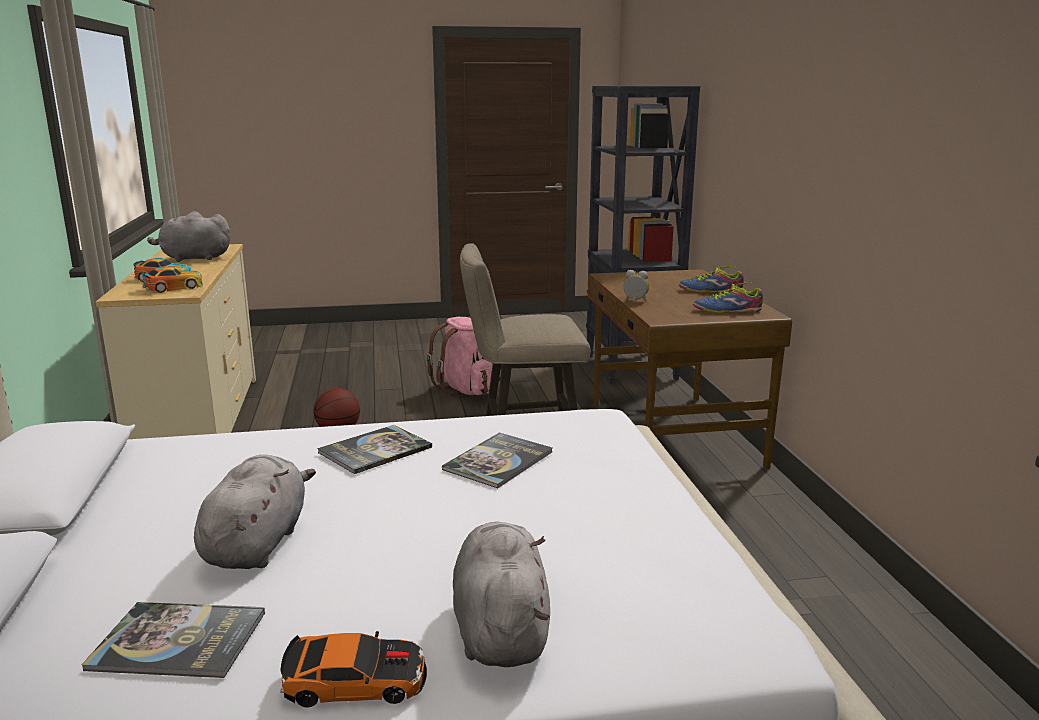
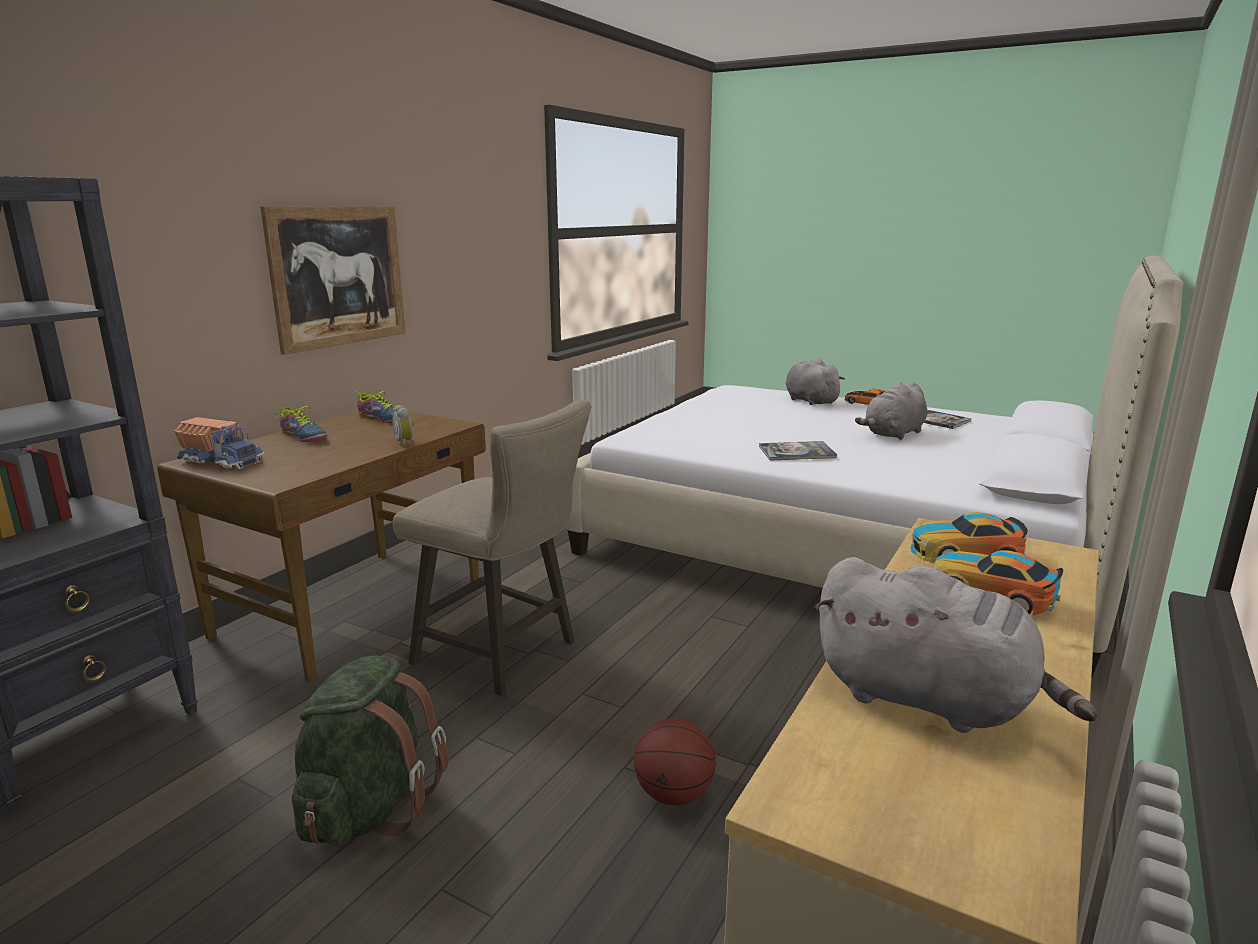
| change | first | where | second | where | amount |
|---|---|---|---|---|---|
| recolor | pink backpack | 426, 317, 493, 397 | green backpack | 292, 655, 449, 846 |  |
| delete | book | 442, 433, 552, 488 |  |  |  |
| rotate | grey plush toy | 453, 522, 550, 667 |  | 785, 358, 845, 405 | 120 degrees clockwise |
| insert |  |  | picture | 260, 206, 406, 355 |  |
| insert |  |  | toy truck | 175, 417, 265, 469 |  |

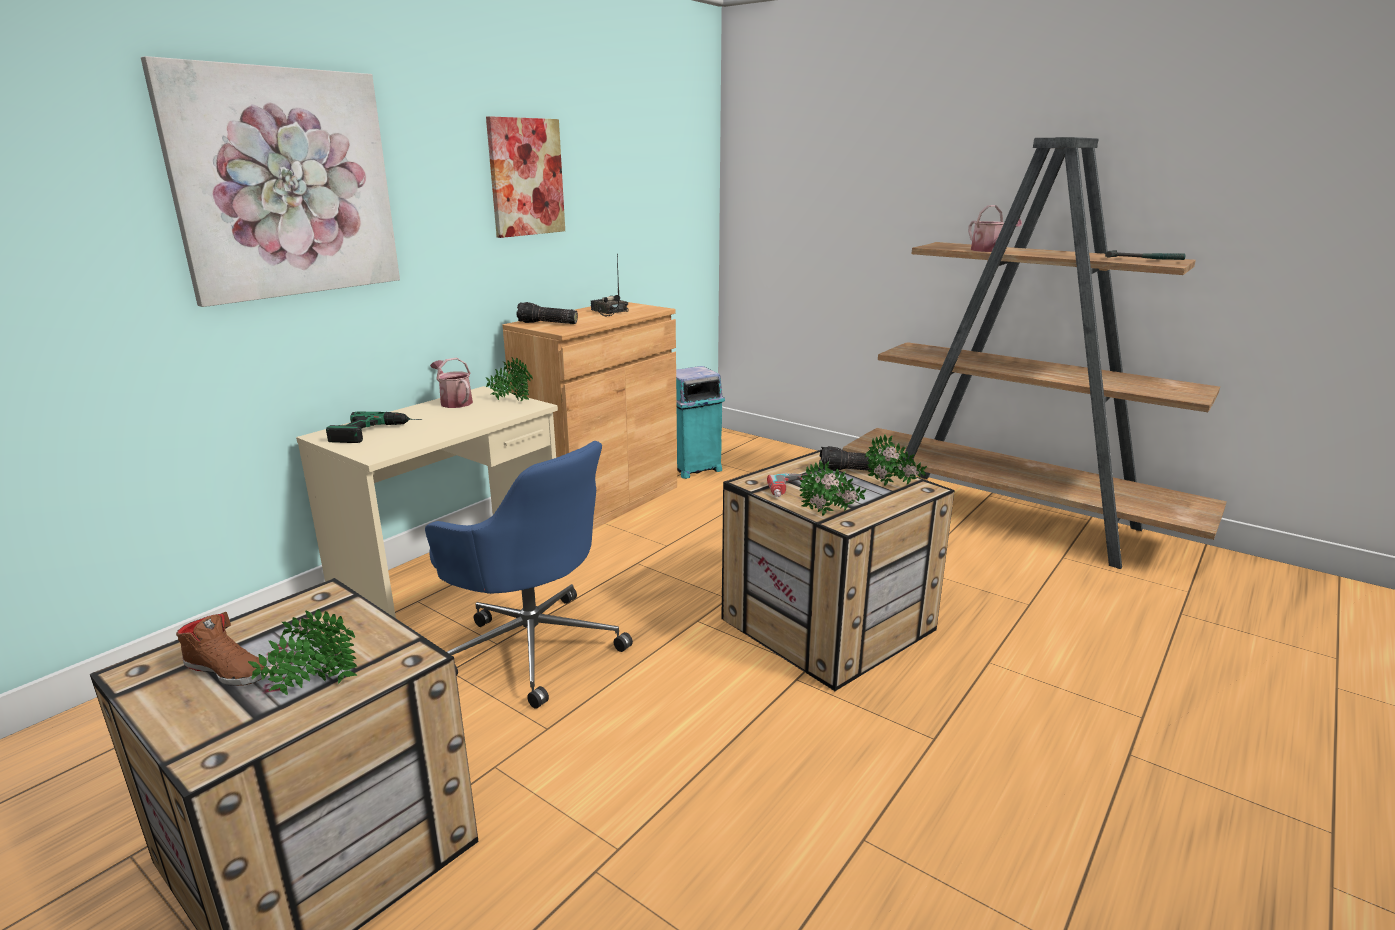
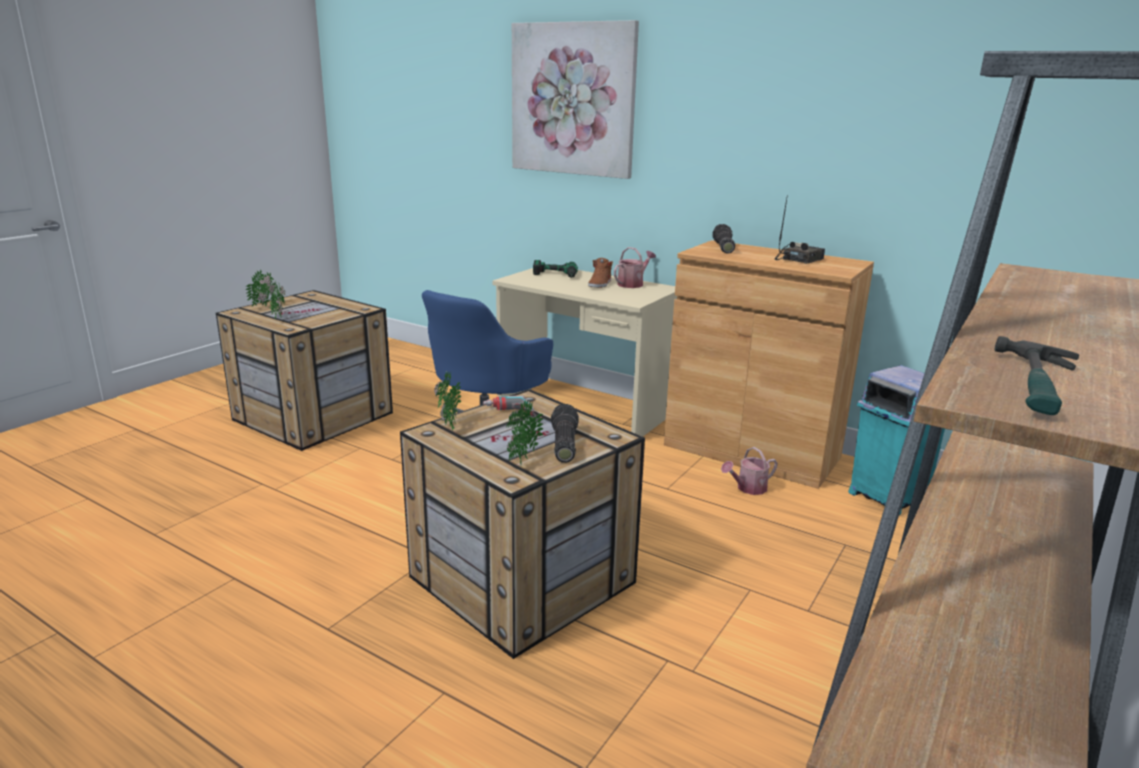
| change | first | where | second | where | amount |
|---|---|---|---|---|---|
| delete | picture | 486, 116, 565, 238 |  |  |  |
| move | watering can | 968, 205, 1022, 252 |  | 721, 447, 778, 495 |  |
| move | potted plant | 486, 357, 533, 402 |  | 246, 269, 276, 307 |  |
| move | brown shoe | 176, 612, 266, 686 |  | 588, 258, 613, 288 |  |

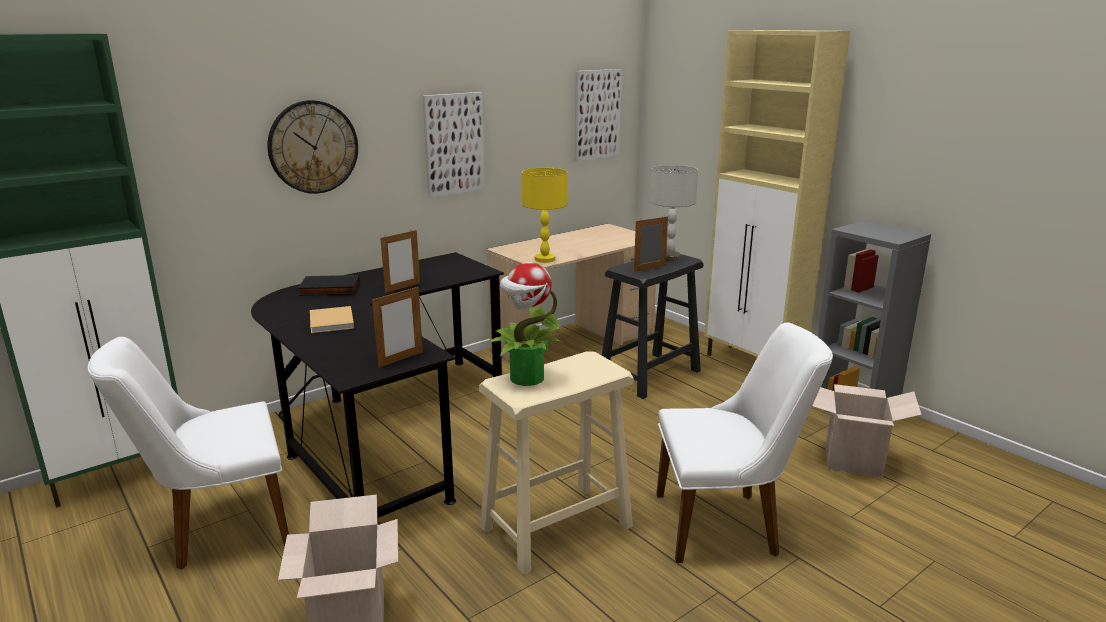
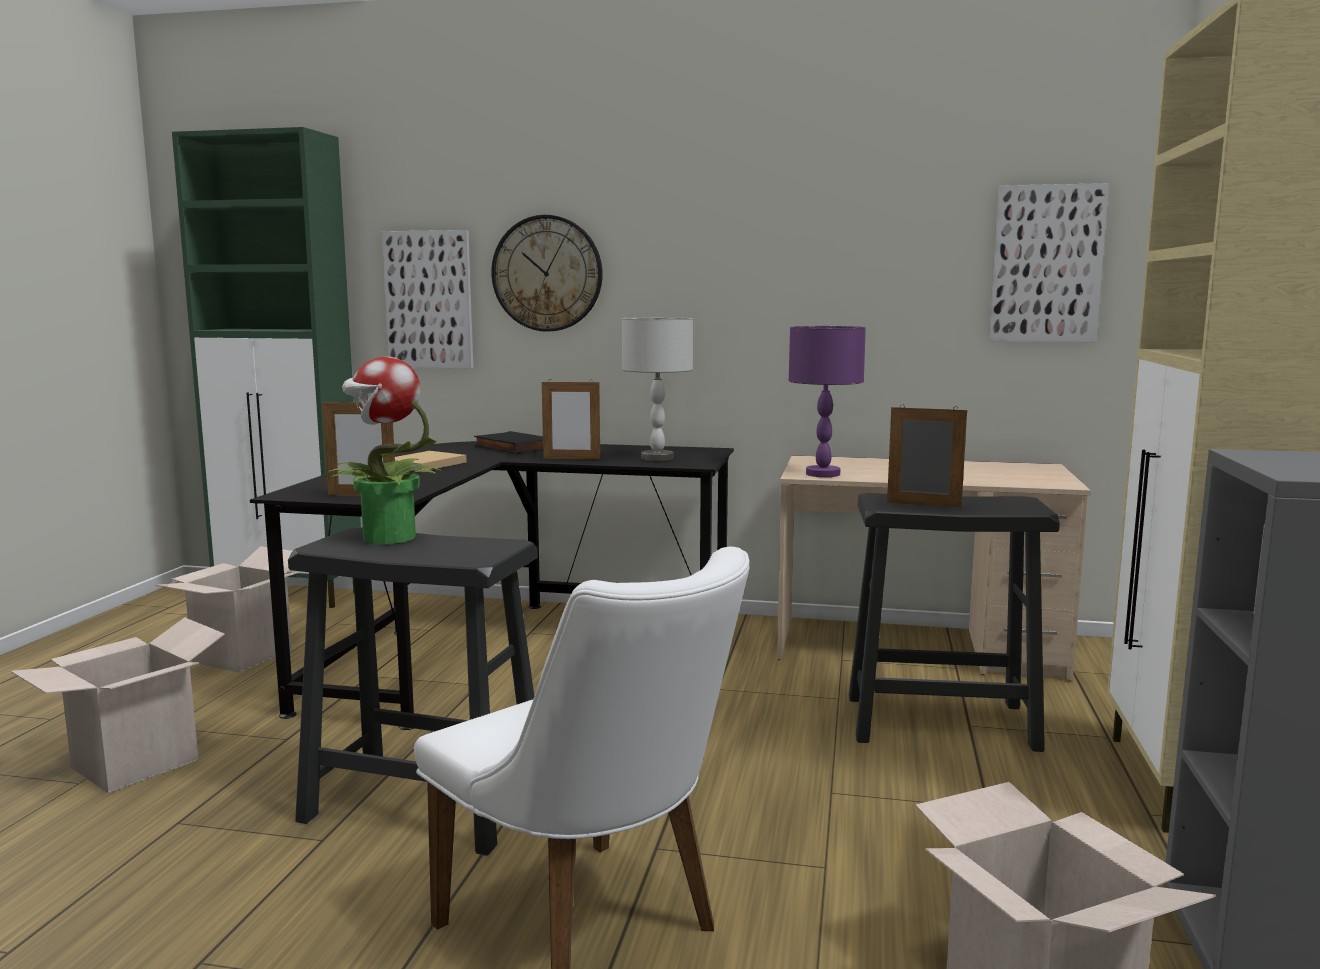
| change | first | where | second | where | amount |
|---|---|---|---|---|---|
| move | picture | 422, 92, 485, 198 |  | 382, 230, 473, 369 |  |
| move | grey table lamp | 650, 165, 698, 261 |  | 622, 317, 693, 461 |  |
| recolor | yellow table lamp | 522, 168, 568, 263 | purple table lamp | 788, 326, 866, 477 |  |
| replace | white chair | 88, 337, 289, 569 | cardboard box | 155, 546, 300, 673 |  |
| recolor | beige stool | 479, 351, 633, 574 | black stool | 288, 528, 538, 856 |  |

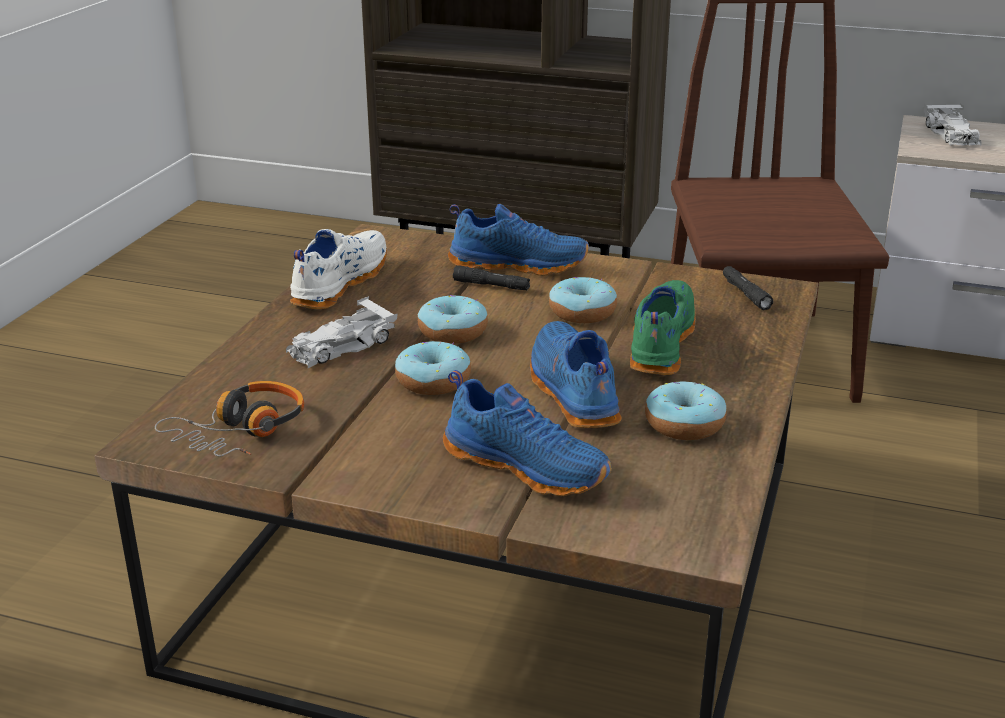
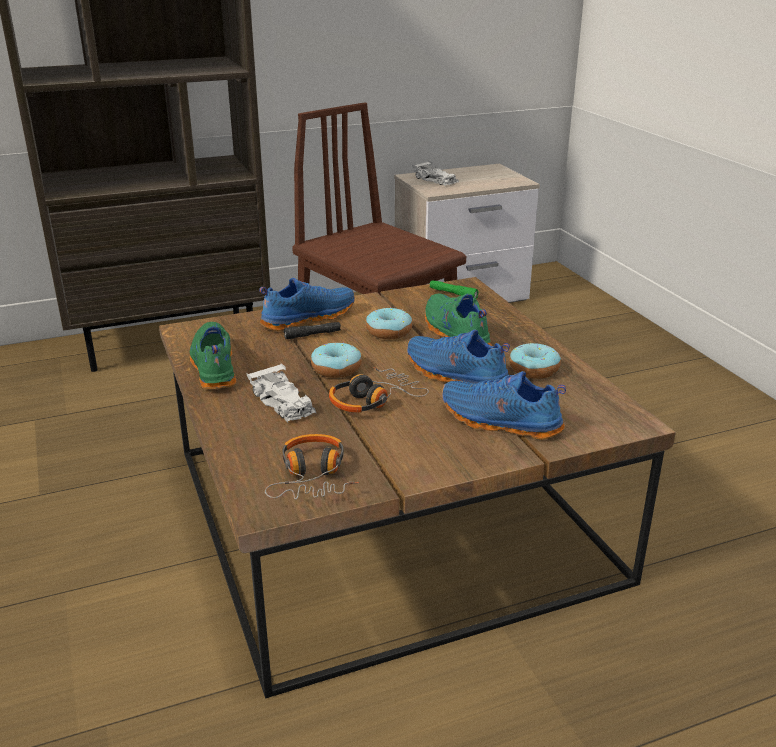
| change | first | where | second | where | amount |
|---|---|---|---|---|---|
| recolor | white shoe | 290, 229, 387, 309 | green shoe | 190, 322, 236, 389 |  |
| recolor | black flashlight | 723, 266, 773, 310 | green flashlight | 430, 280, 479, 299 |  |
| rotate | white toy car | 286, 296, 398, 368 |  | 246, 362, 316, 423 | 45 degrees counterclockwise |
| replace | donut | 395, 341, 471, 395 | headphones | 329, 367, 429, 413 |  |
| rotate | blue shoe | 443, 370, 612, 496 |  | 442, 371, 566, 440 | 150 degrees counterclockwise |

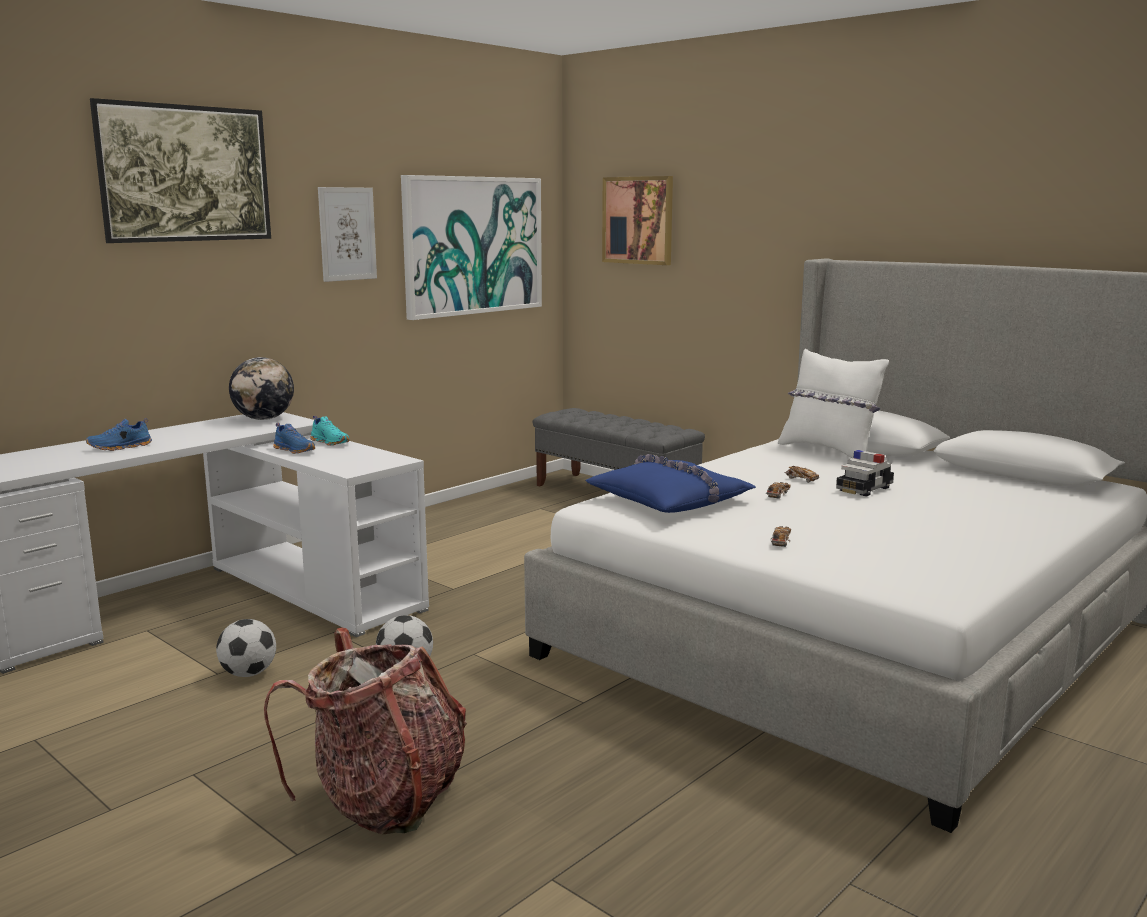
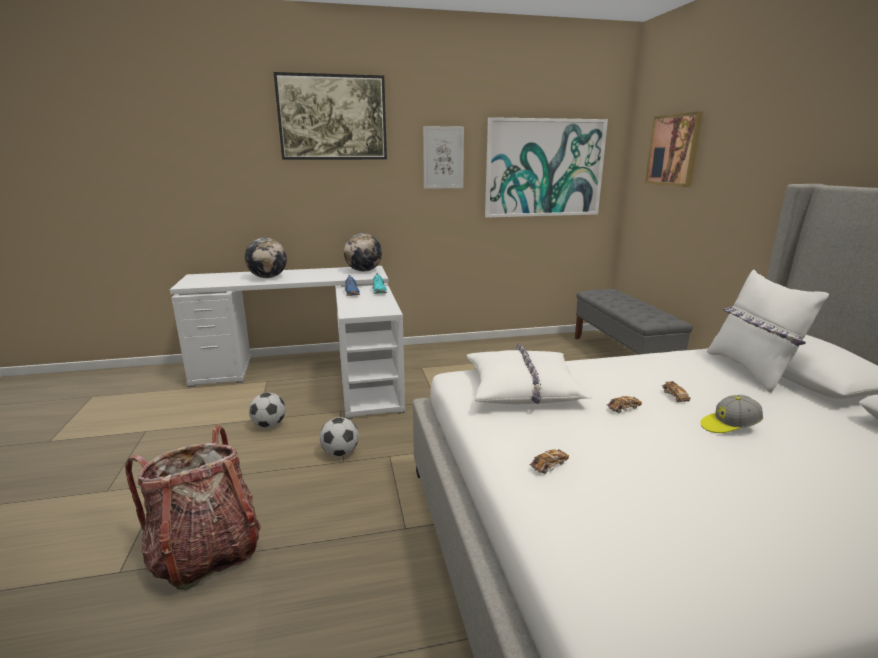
| change | first | where | second | where | amount |
|---|---|---|---|---|---|
| replace | blue shoe | 86, 418, 152, 451 | globe | 245, 238, 287, 278 |  |
| replace | toy car | 836, 450, 894, 497 | cap | 700, 395, 763, 433 |  |
| recolor | blue pillow | 585, 454, 756, 513 | white pillow | 467, 343, 593, 404 |  |

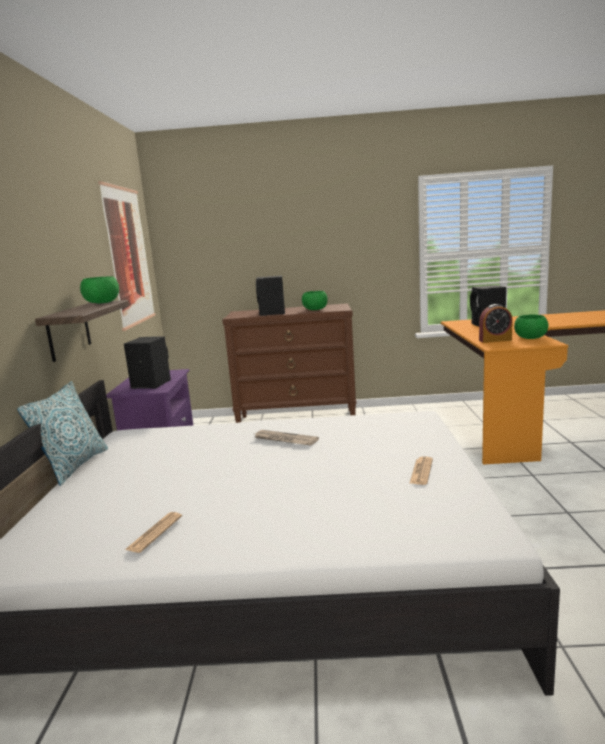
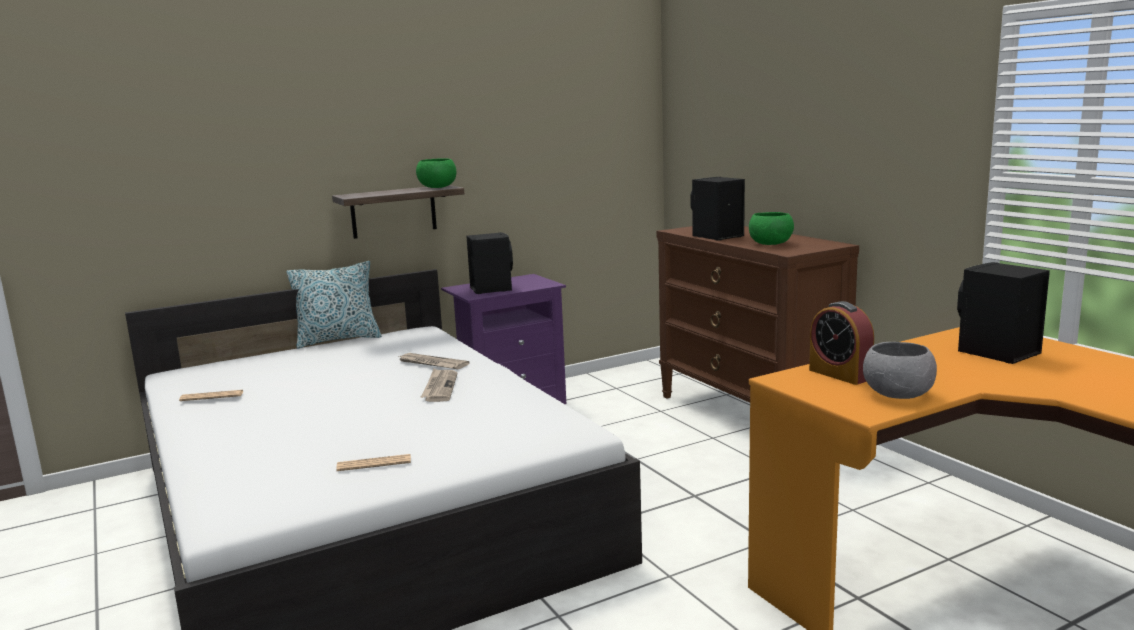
| change | first | where | second | where | amount |
|---|---|---|---|---|---|
| delete | picture | 98, 181, 156, 331 |  |  |  |
| recolor | green bowl | 514, 315, 548, 339 | grey bowl | 863, 342, 937, 399 |  |
| insert |  |  | newspaper | 399, 353, 469, 369 |  |

